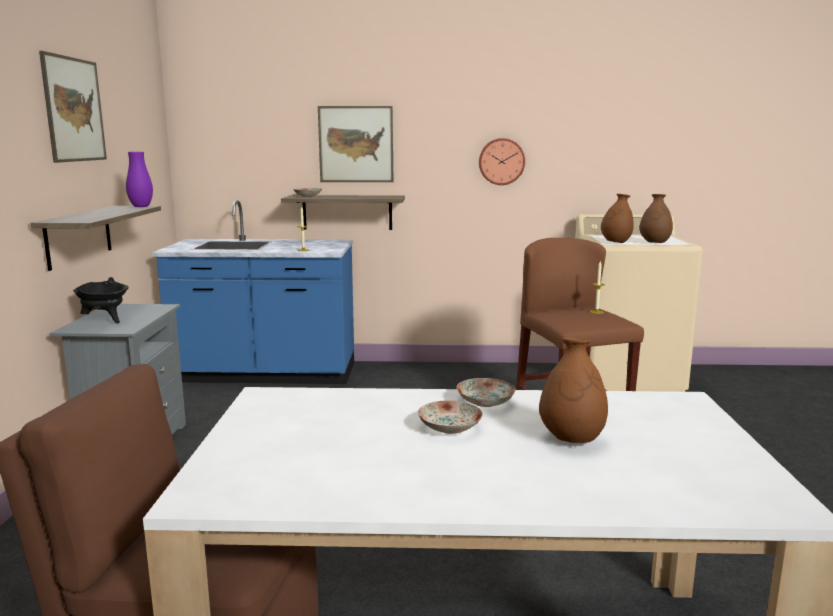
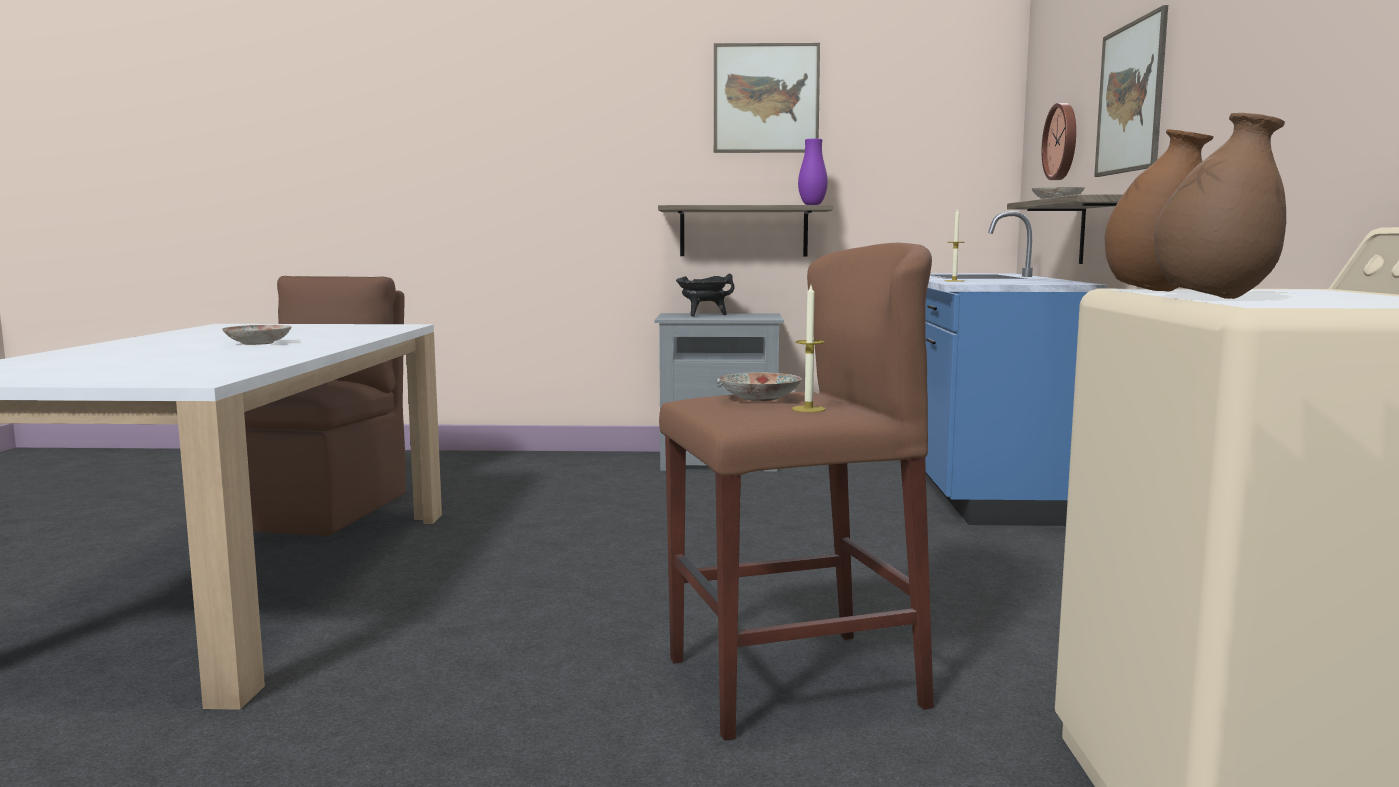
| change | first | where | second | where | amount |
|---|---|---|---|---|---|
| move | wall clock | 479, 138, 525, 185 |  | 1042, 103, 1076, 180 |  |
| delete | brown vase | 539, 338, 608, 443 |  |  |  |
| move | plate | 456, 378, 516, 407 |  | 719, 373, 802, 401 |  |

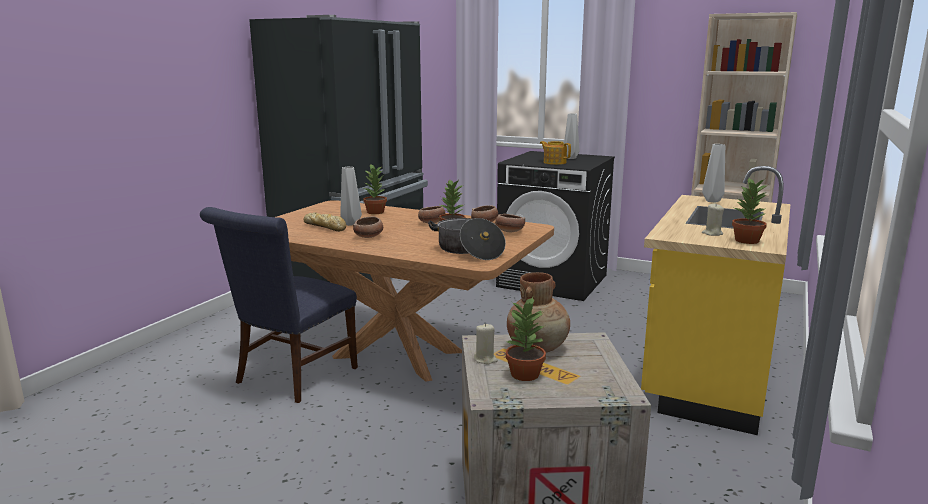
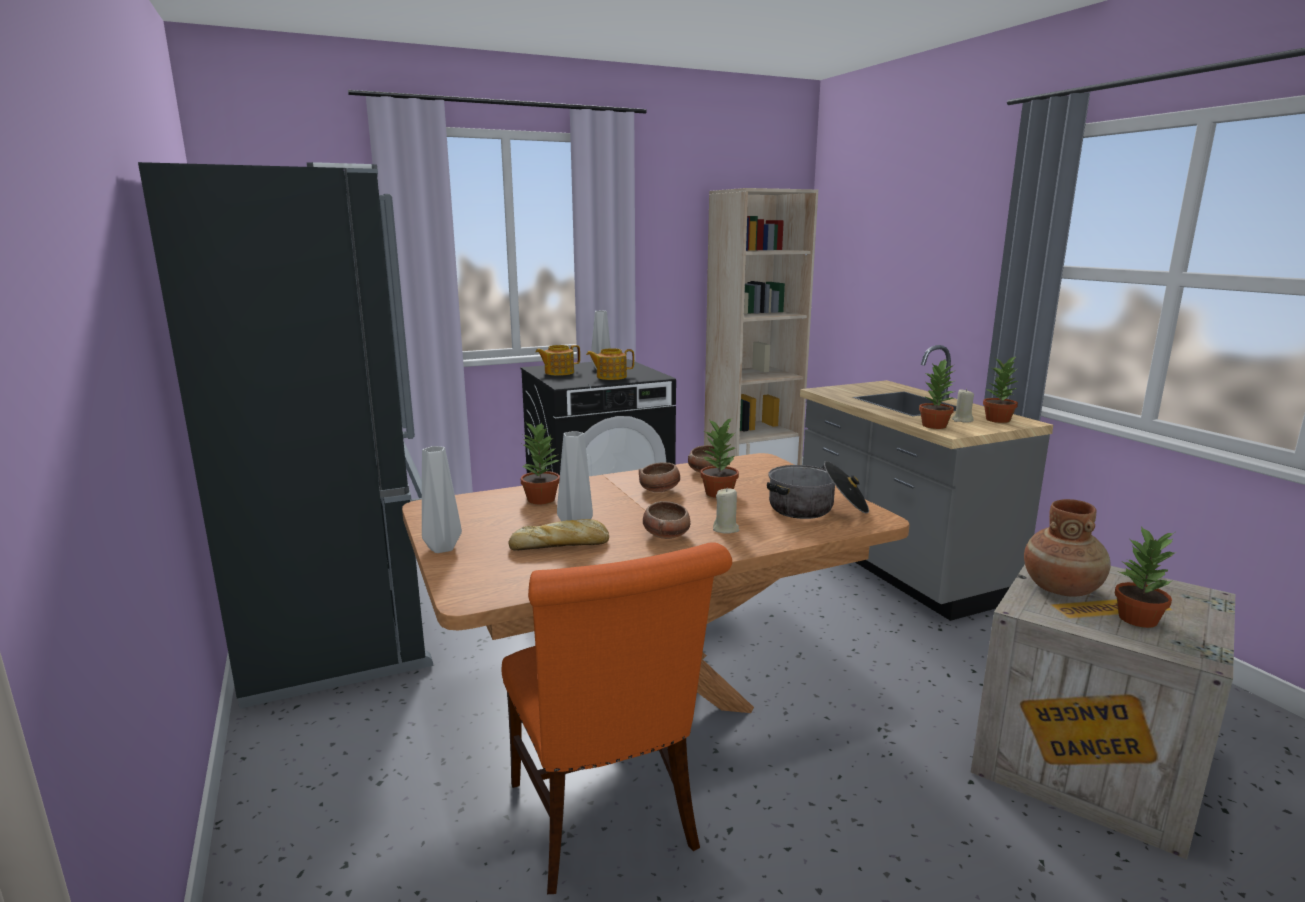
| change | first | where | second | where | amount |
|---|---|---|---|---|---|
| move | grey vase | 702, 144, 725, 203 |  | 422, 446, 462, 553 |  |
| recolor | yellow counter | 641, 166, 790, 435 | grey counter | 800, 345, 1053, 621 |  |
| recolor | blue chair | 200, 207, 358, 403 | orange chair | 502, 542, 732, 894 |  |
| delete | bowl | 495, 214, 525, 232 |  |  |  |
| move | beige candle | 474, 323, 498, 365 |  | 713, 488, 739, 534 |  |
| insert |  |  | teapot | 535, 345, 580, 376 |  |
| insert |  |  | potted plant | 919, 358, 955, 429 |  |

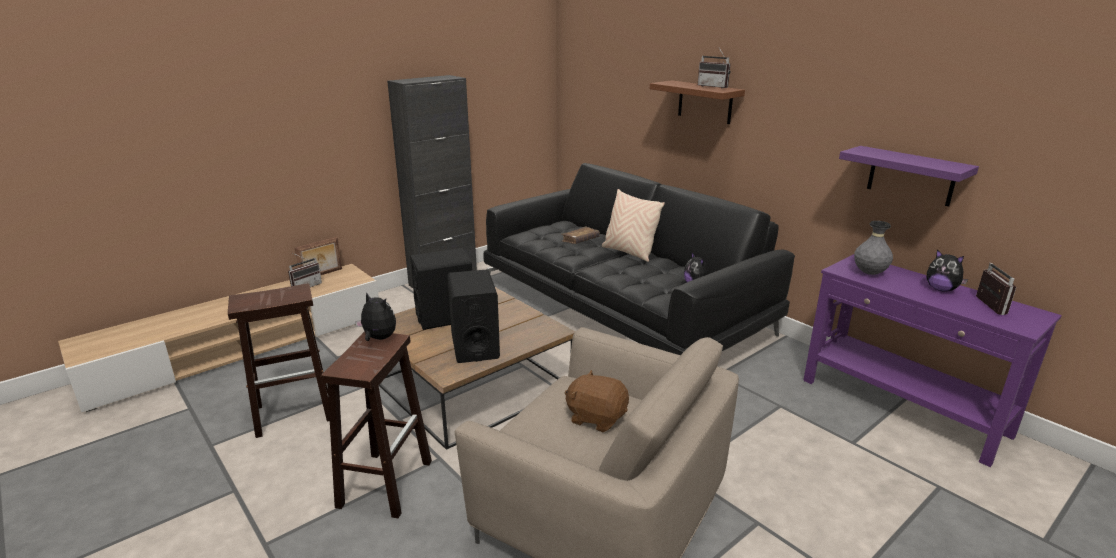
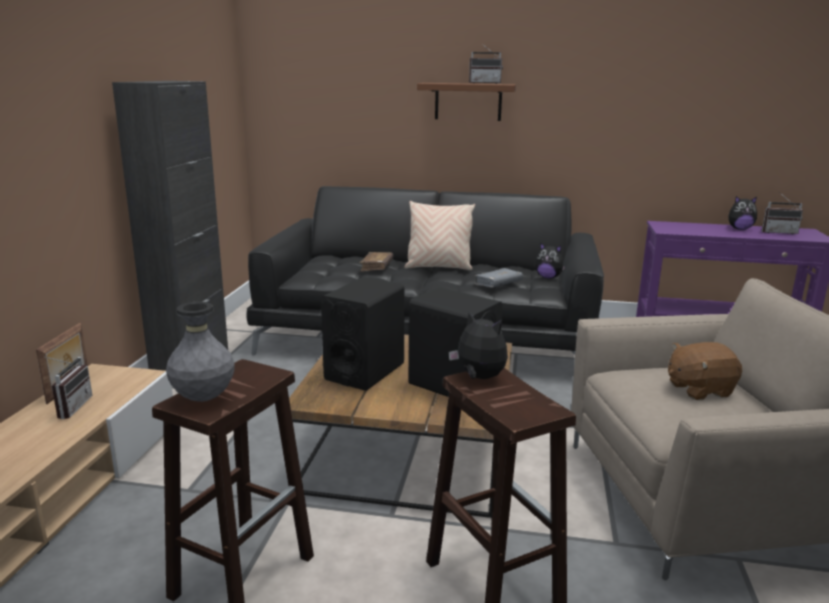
| change | first | where | second | where | amount |
|---|---|---|---|---|---|
| delete | purple shelf | 839, 146, 979, 207 |  |  |  |
| move | grey vase | 854, 221, 893, 275 |  | 166, 302, 235, 402 |  |
| rotate | radio | 976, 262, 1016, 315 |  | 761, 193, 803, 234 | 135 degrees clockwise |
| rotate | plush toy | 355, 292, 396, 341 |  | 449, 311, 508, 379 | 45 degrees clockwise |
| insert |  |  | grey book | 475, 268, 523, 288 |  |

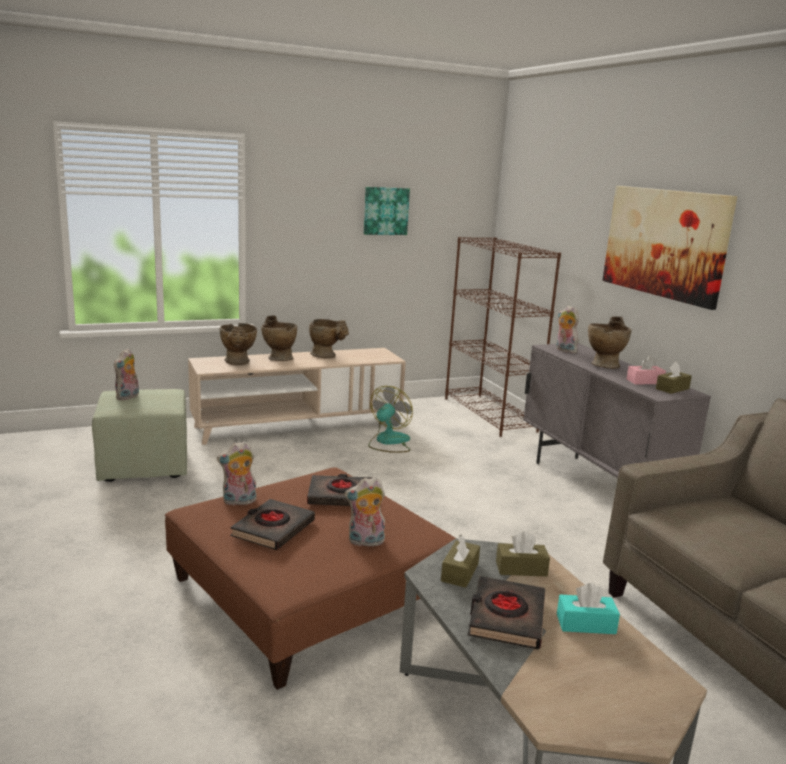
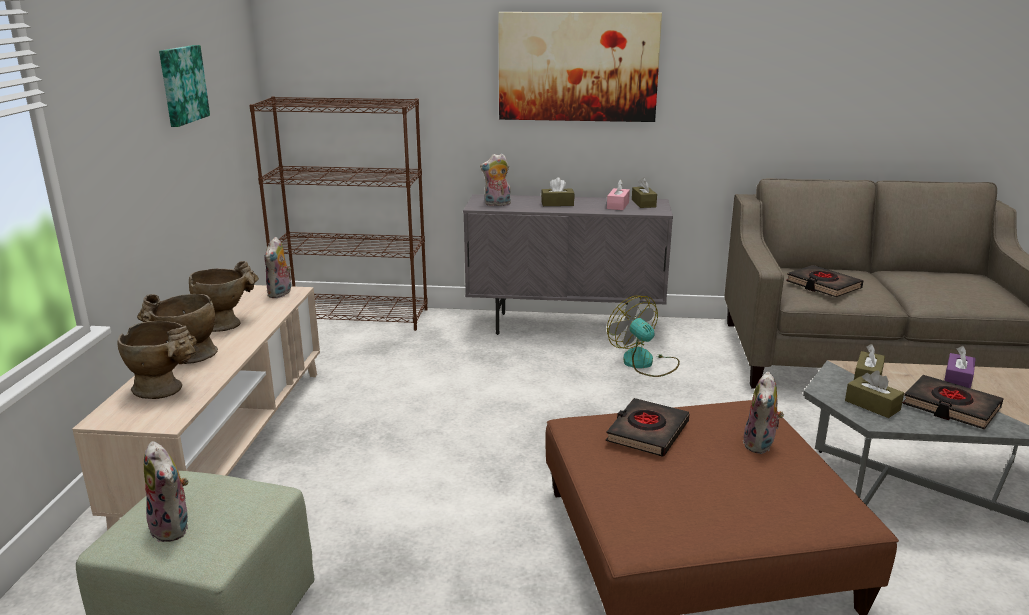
| change | first | where | second | where | amount |
|---|---|---|---|---|---|
| replace | beige vase | 588, 316, 631, 369 | brown tissue box | 541, 177, 574, 206 |  |
| move | fan | 368, 386, 413, 453 |  | 607, 296, 680, 377 |  |
| move | plush toy | 217, 441, 256, 506 |  | 264, 237, 291, 298 |  |
| move | black book | 230, 499, 315, 550 |  | 786, 265, 864, 297 |  |
| recolor | turquoise tissue box | 557, 583, 620, 634 | purple tissue box | 944, 346, 976, 388 |  |

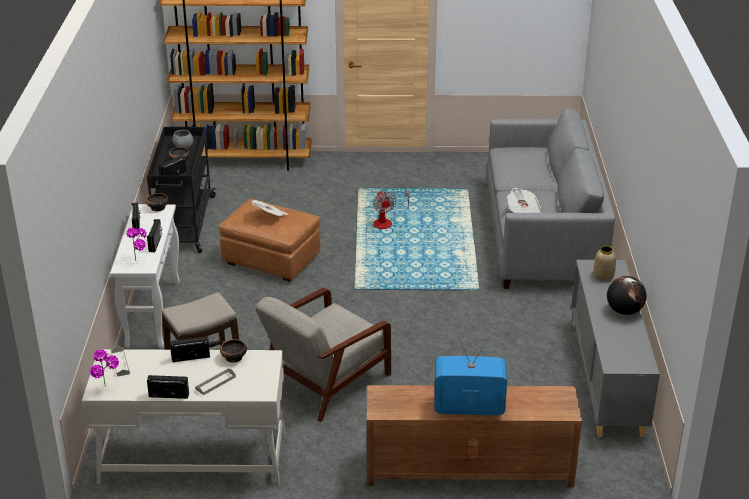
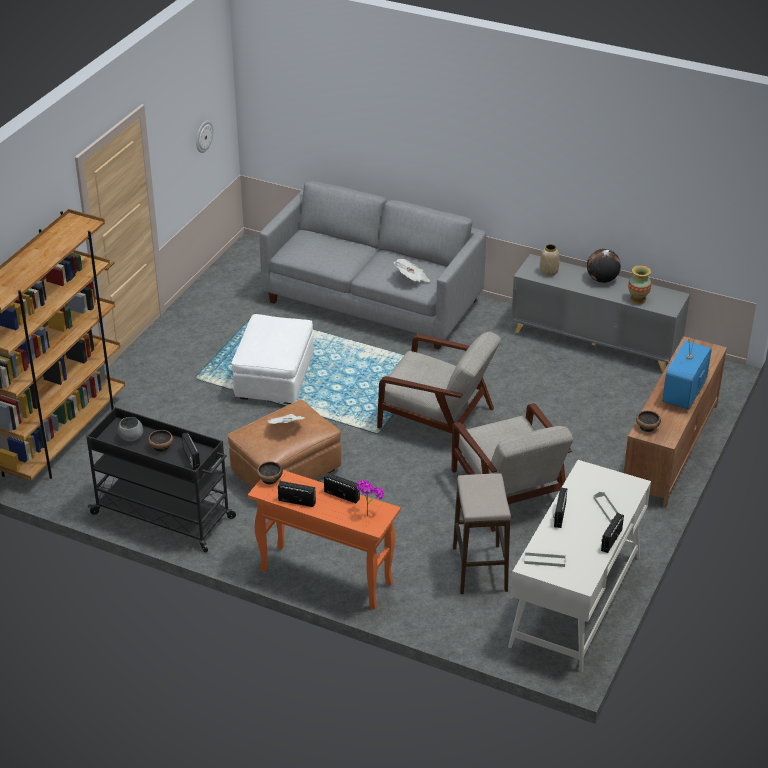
| change | first | where | second | where | amount |
|---|---|---|---|---|---|
| replace | fan | 373, 190, 410, 229 | white ottoman | 232, 314, 313, 404 |  |
| recolor | white console table | 110, 204, 180, 348 | orange console table | 248, 470, 401, 610 |  |
| move | bowl | 220, 339, 247, 363 |  | 636, 411, 661, 432 |  |
| delete | potted plant | 90, 349, 119, 386 |  |  |  |
| insert |  |  | wall clock | 196, 120, 214, 153 |  |
| insert |  |  | vase | 628, 266, 652, 304 |  |
| insert |  |  | grey armchair | 377, 332, 501, 453 |  |

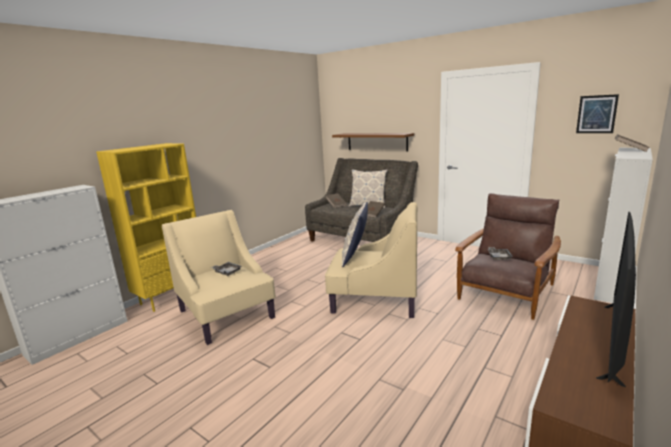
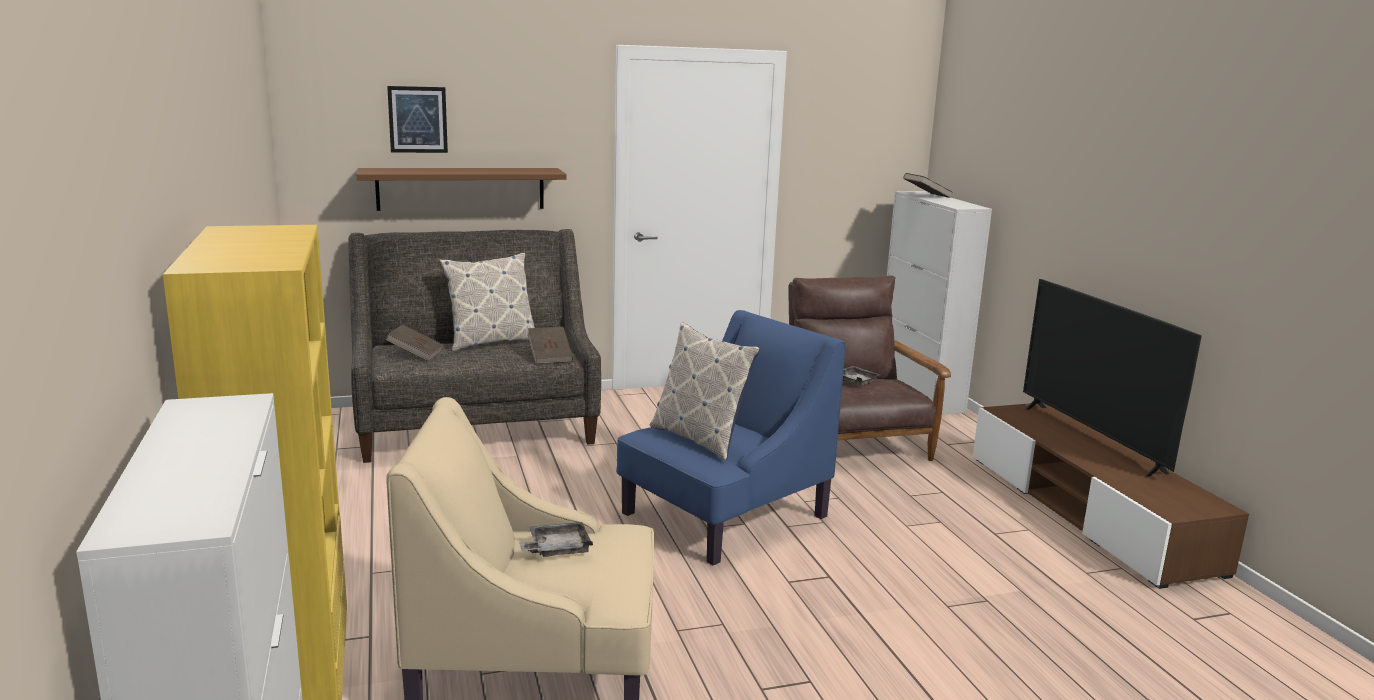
| change | first | where | second | where | amount |
|---|---|---|---|---|---|
| move | picture | 576, 94, 619, 133 |  | 387, 86, 448, 153 |  |
| recolor | beige armchair | 325, 202, 417, 318 | blue armchair | 616, 310, 845, 565 |  |

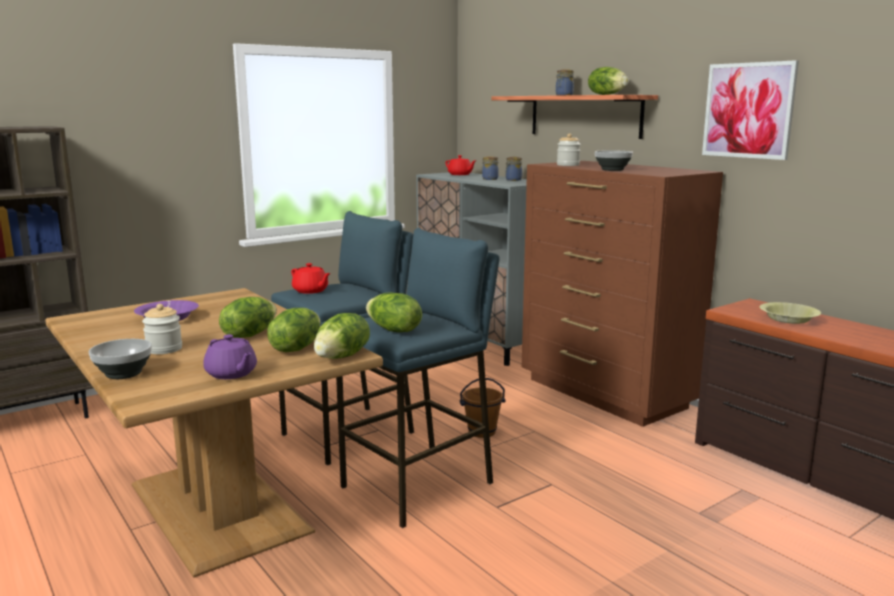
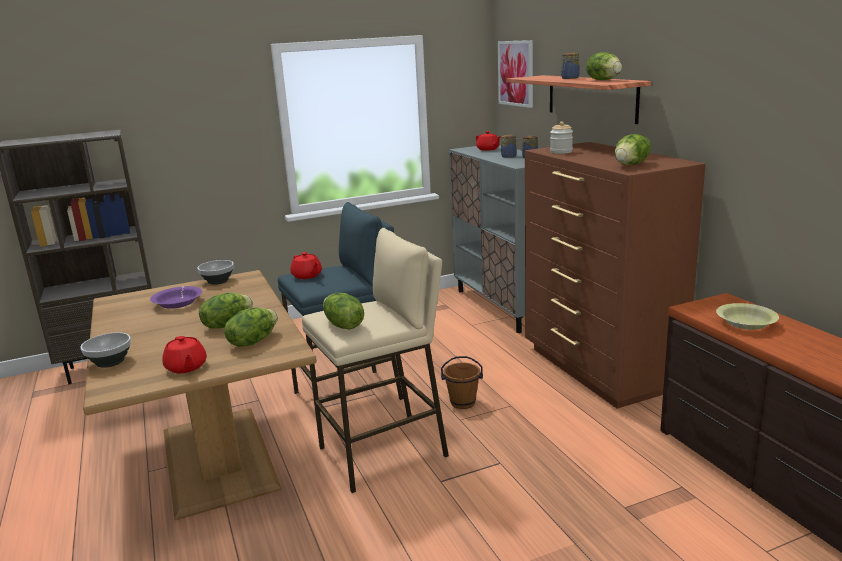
| change | first | where | second | where | amount |
|---|---|---|---|---|---|
| move | picture | 702, 60, 799, 160 |  | 498, 40, 533, 108 |  |
| move | bowl | 595, 150, 633, 171 |  | 197, 260, 234, 285 |  |
| recolor | blue stool | 336, 228, 500, 528 | beige stool | 302, 228, 449, 493 |  |
| delete | jar | 142, 304, 182, 354 |  |  |  |
| move | lettuce | 314, 313, 370, 359 |  | 615, 134, 651, 165 |  |
| recolor | purple teapot | 203, 334, 257, 379 | red teapot | 162, 336, 207, 373 |  |

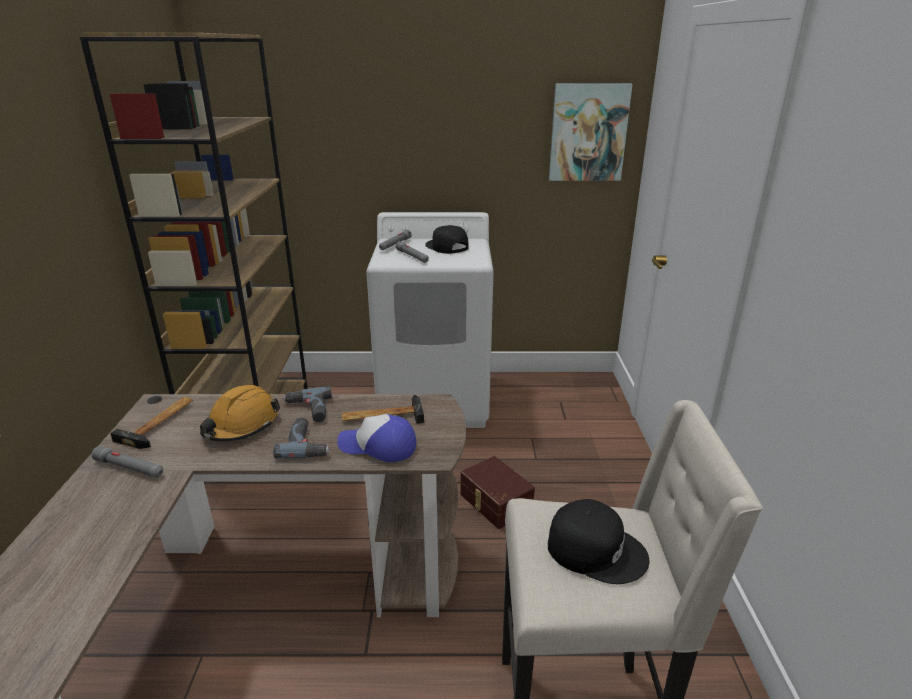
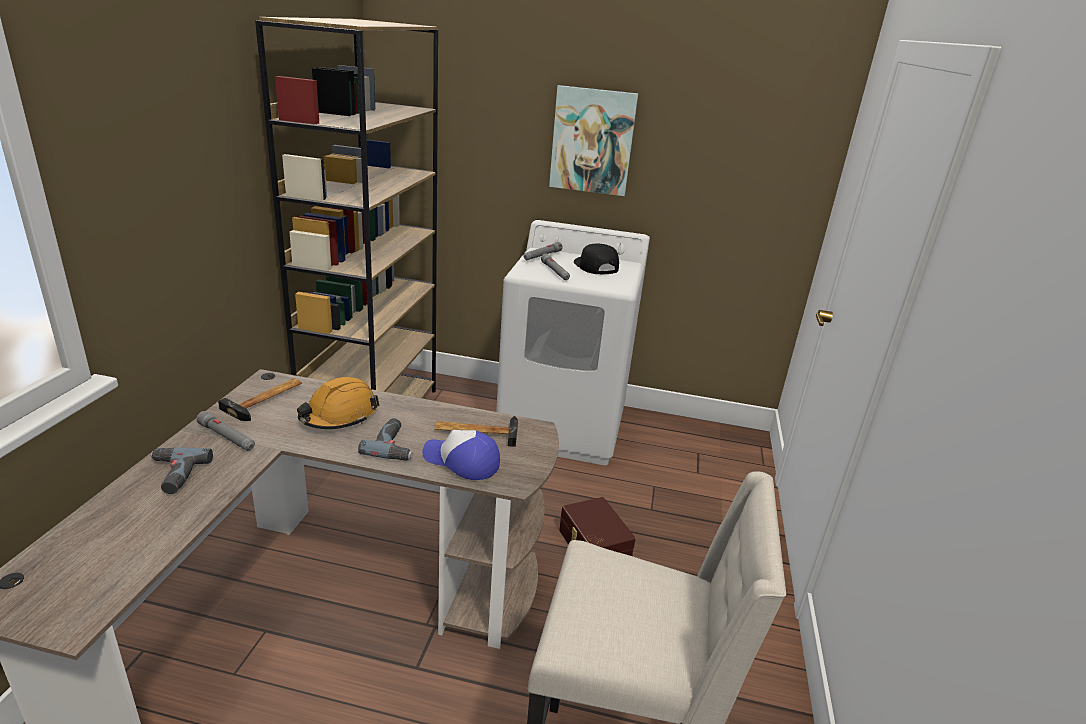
| change | first | where | second | where | amount |
|---|---|---|---|---|---|
| move | picture | 549, 83, 633, 181 |  | 549, 85, 639, 196 |  |
| move | power drill | 283, 386, 332, 422 |  | 150, 447, 213, 494 |  |
| delete | black cap | 548, 499, 649, 584 |  |  |  |

